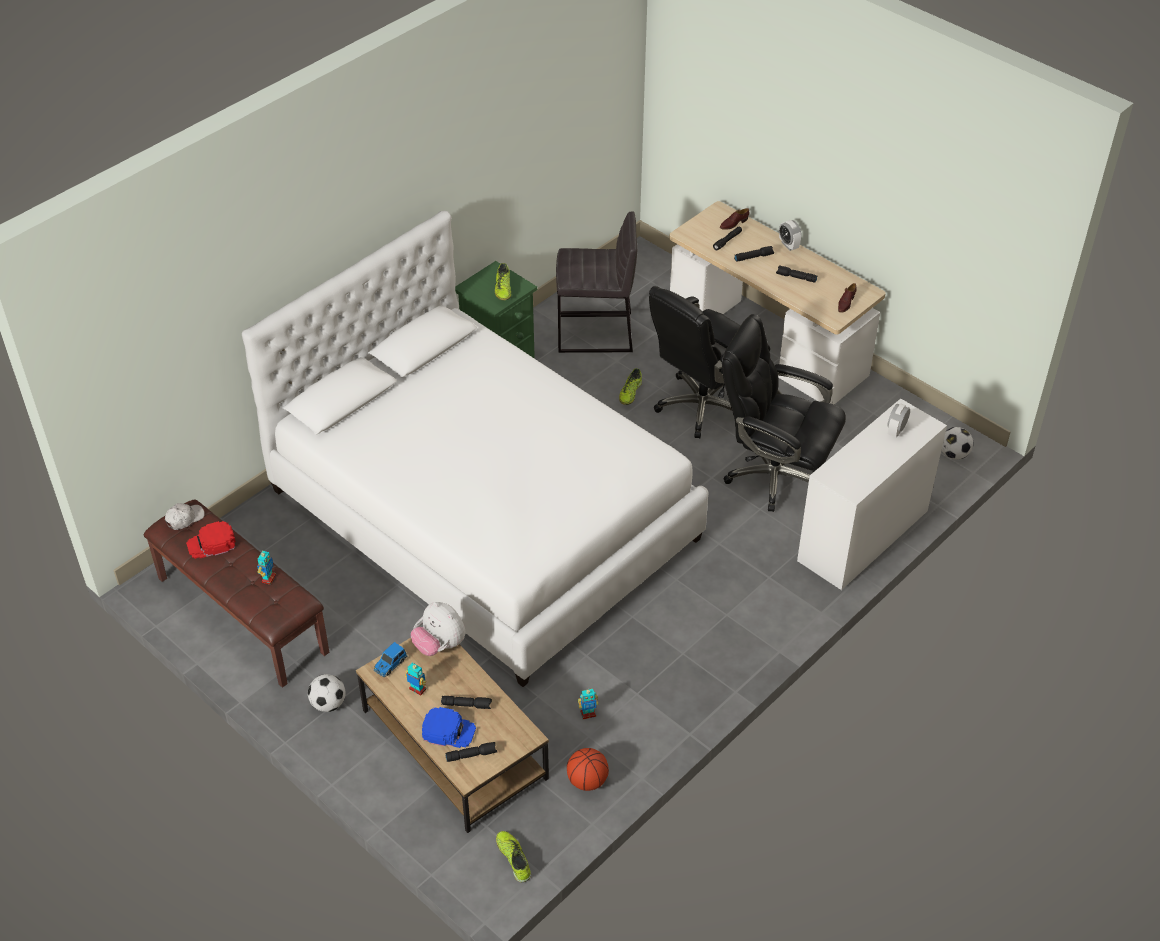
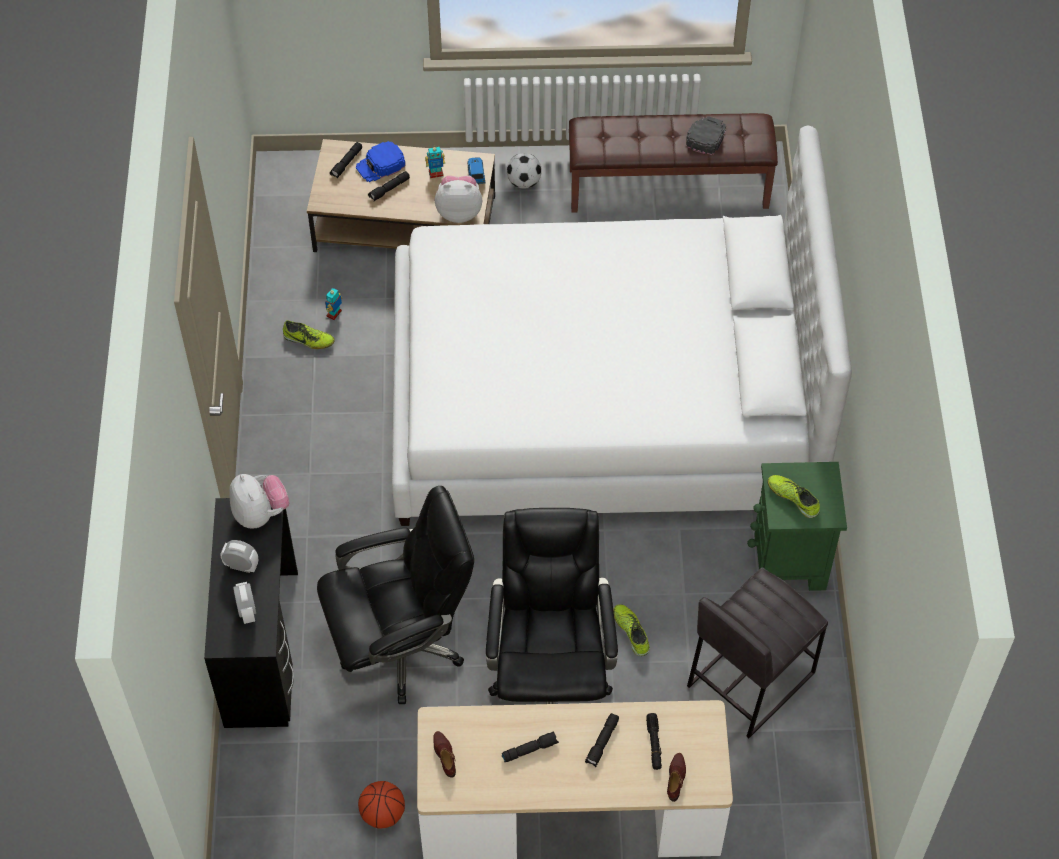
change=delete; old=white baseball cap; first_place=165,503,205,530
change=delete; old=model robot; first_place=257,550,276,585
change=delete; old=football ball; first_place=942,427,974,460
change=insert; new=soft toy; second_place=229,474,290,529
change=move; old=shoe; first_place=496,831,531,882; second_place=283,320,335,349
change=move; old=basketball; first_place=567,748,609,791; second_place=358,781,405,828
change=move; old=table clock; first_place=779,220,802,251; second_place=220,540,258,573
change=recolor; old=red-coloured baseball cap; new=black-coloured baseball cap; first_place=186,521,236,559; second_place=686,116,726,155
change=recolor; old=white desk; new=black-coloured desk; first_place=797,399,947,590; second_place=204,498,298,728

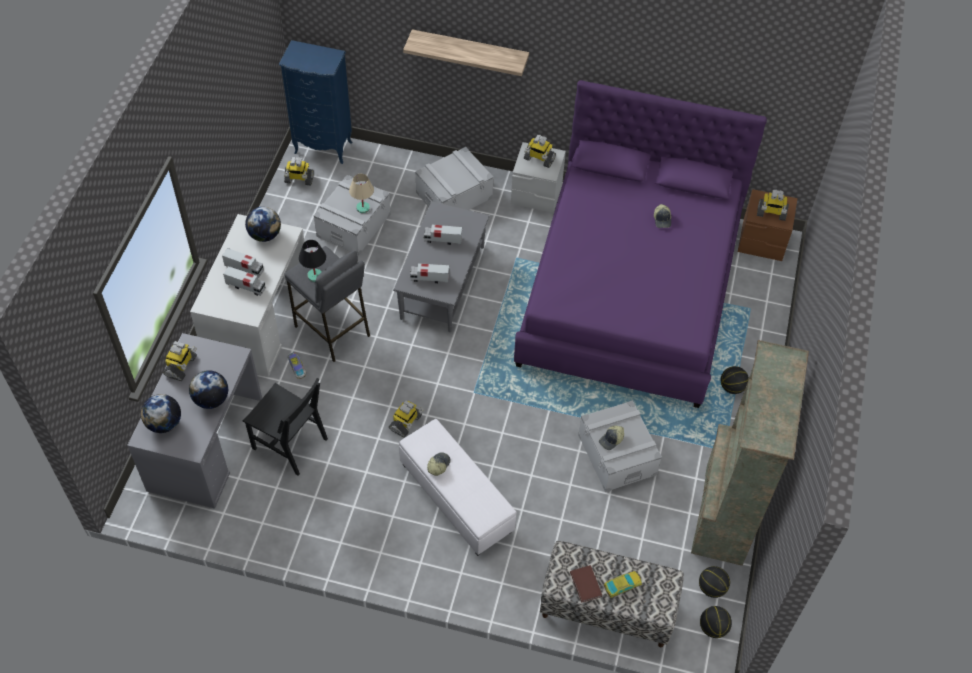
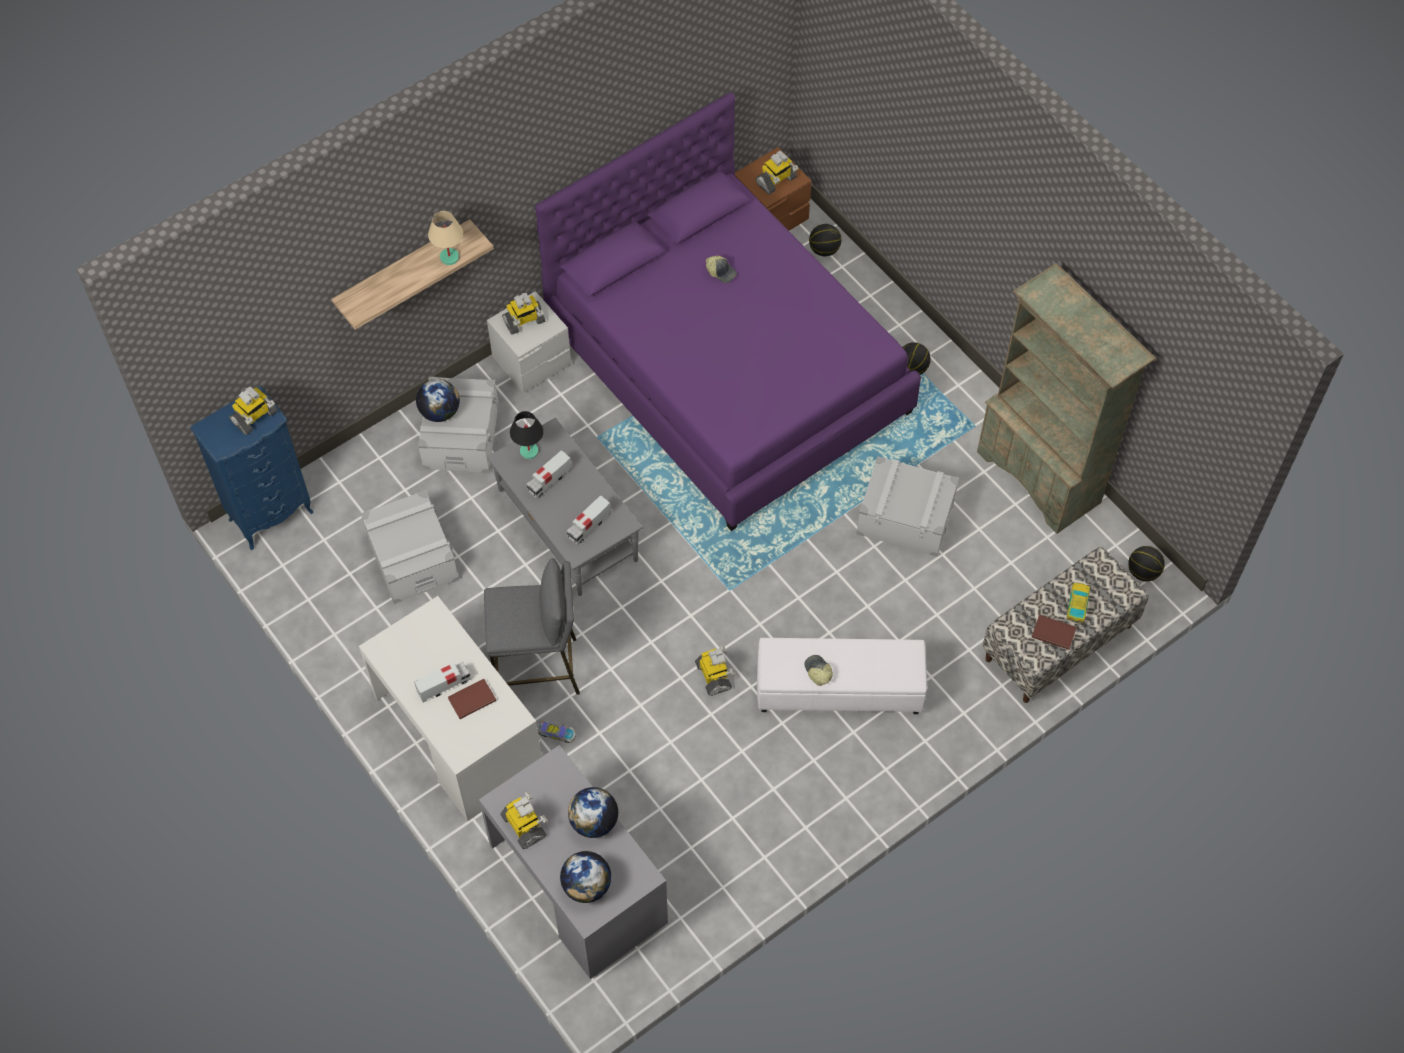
change=delete; old=black-coloured upright chair; first_place=243,378,328,475
change=delete; old=baseball cap; first_place=599,426,624,450
change=move; old=world globe; first_place=245,207,281,242; second_place=416,379,460,422
change=move; old=model robot; first_place=284,157,314,186; second_place=229,386,278,435
change=move; old=black-coloured table lamp; first_place=299,240,326,282; second_place=510,411,544,459
change=move; old=sand-coloured table lamp; first_place=349,174,374,213; second_place=428,211,463,265
change=move; old=basketball; first_place=699,566,730,598; second_place=809,224,842,256
change=replace; old=toy lorry; new=brownish volume; first_place=223,266,266,296; second_place=448,679,496,719

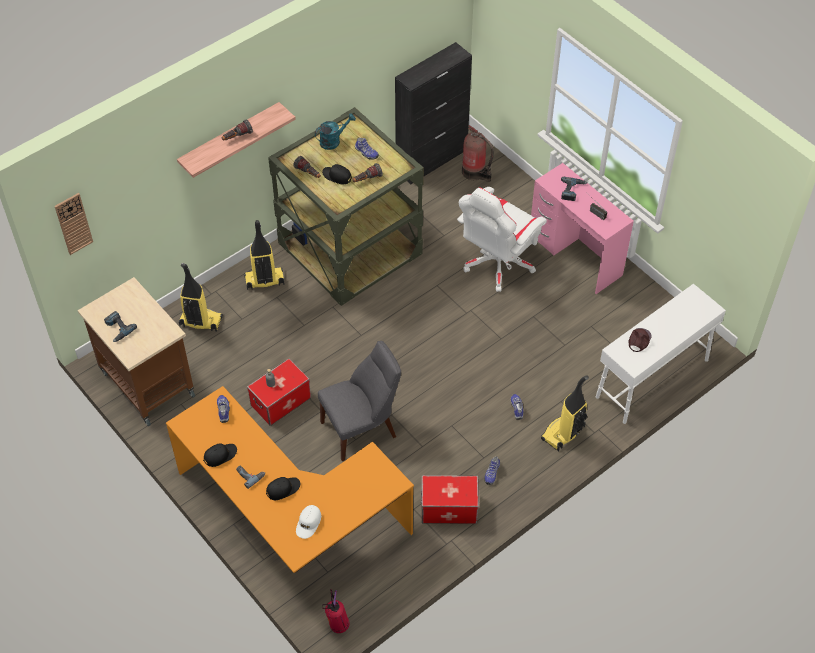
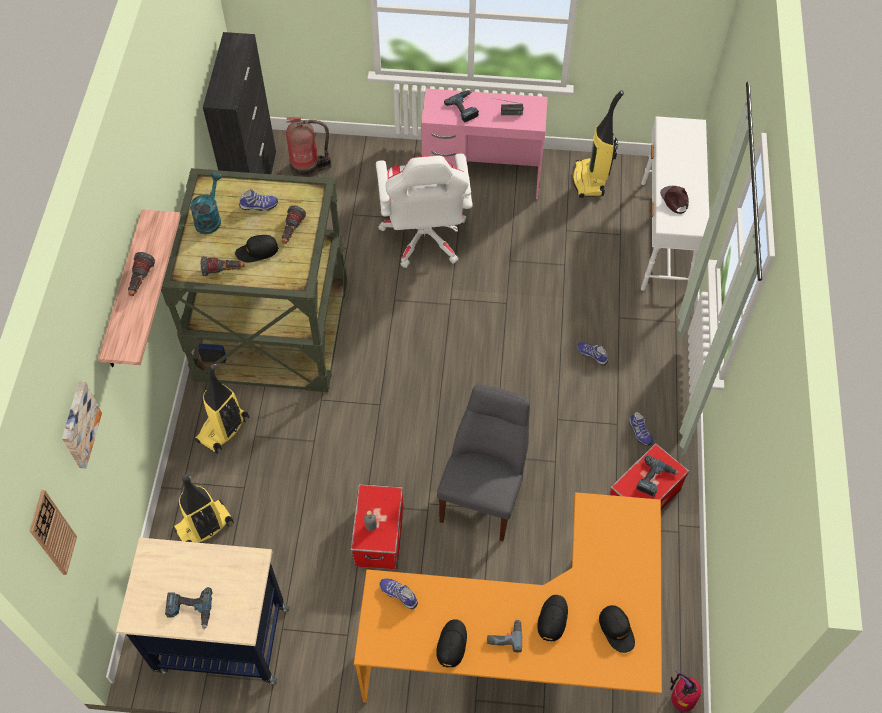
change=insert; new=wall art; second_place=62,381,102,468
change=insert; new=power drill; second_place=636,456,679,497
change=move; old=hoover; first_place=541,375,589,451; second_place=573,90,624,198
change=recolor; old=brownish trolley; new=blue trolley; first_place=78,277,195,426; second_place=116,537,289,684
change=recolor; old=white baseball cap; new=black-coloured baseball cap; first_place=296,505,321,539; second_place=599,605,635,653

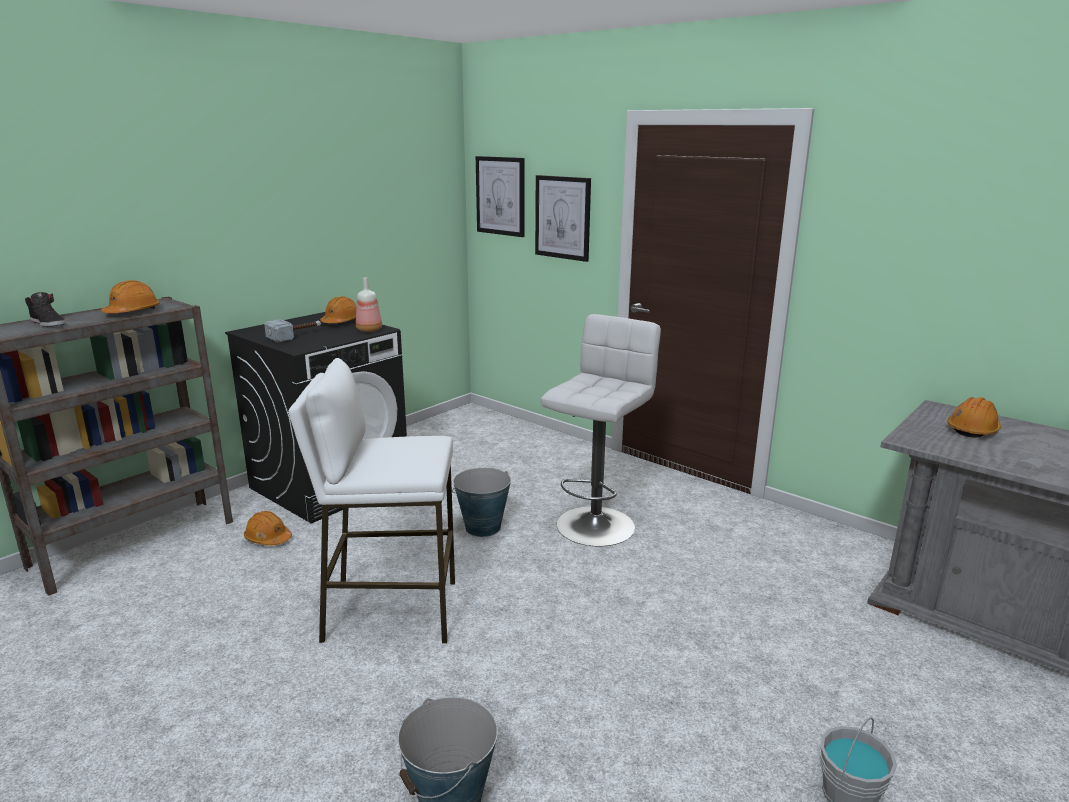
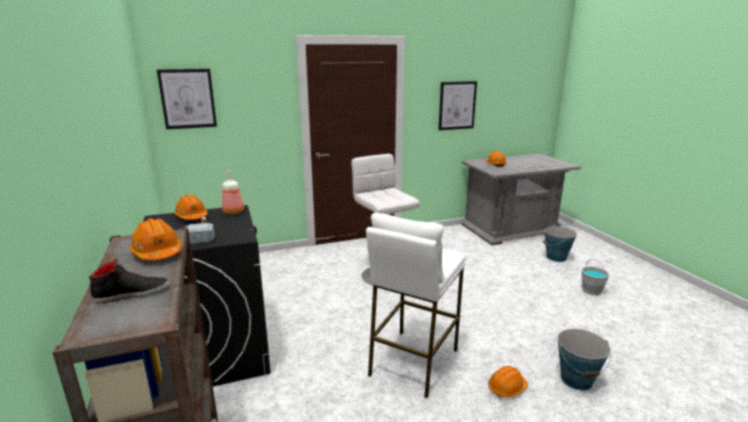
change=move; old=orange hard hat; first_place=244,511,292,546; second_place=488,366,528,397
change=move; old=bucket; first_place=452,468,511,537; second_place=543,225,577,262
change=move; old=wall art; first_place=535,175,591,262; second_place=439,81,477,130

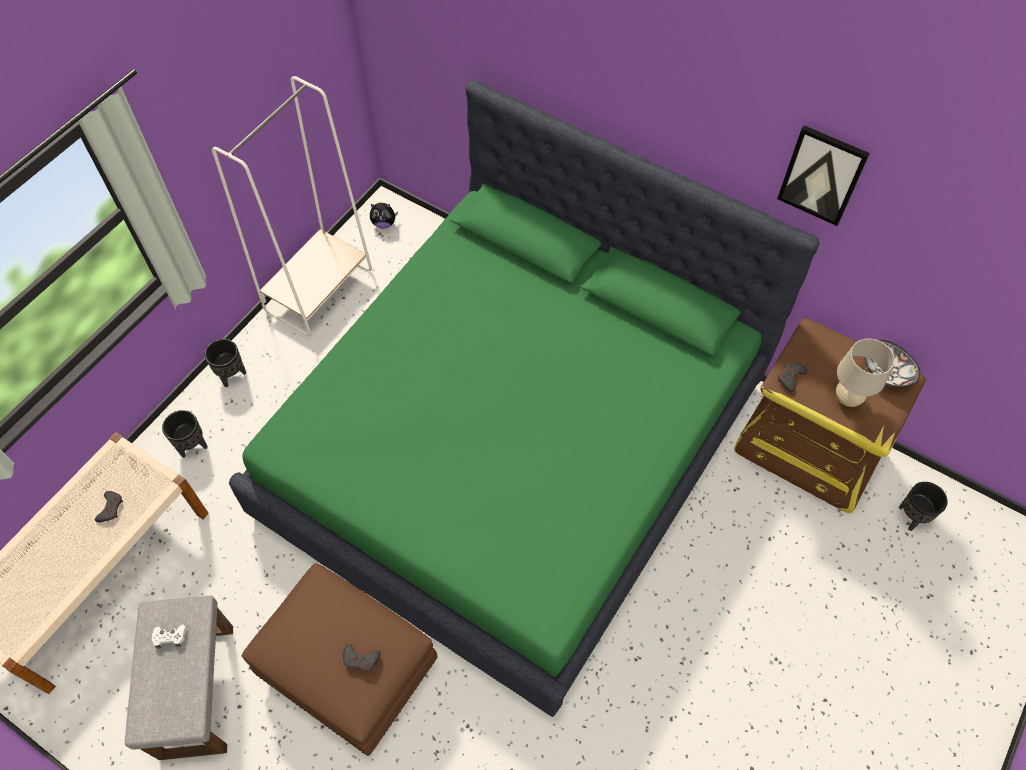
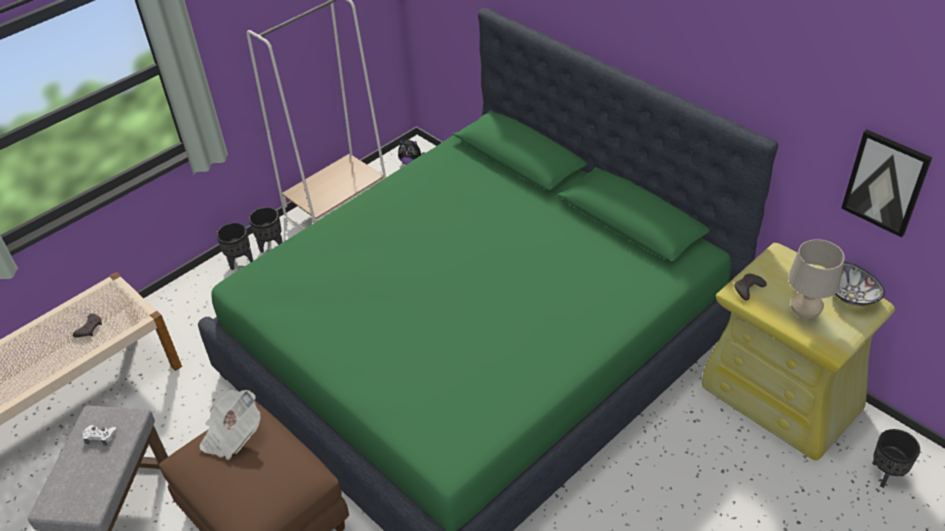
change=delete; old=grey joypad; first_place=343,644,380,672
change=insert; new=newspaper; second_place=199,390,261,460
change=move; old=black-coloured plant pot; first_place=162,410,207,458; second_place=249,207,283,253
change=move; old=wall art; first_place=777,125,870,226; second_place=841,130,932,237
change=recolor; old=brownish night table; new=yellow night table; first_place=734,318,926,513; second_place=702,243,895,460

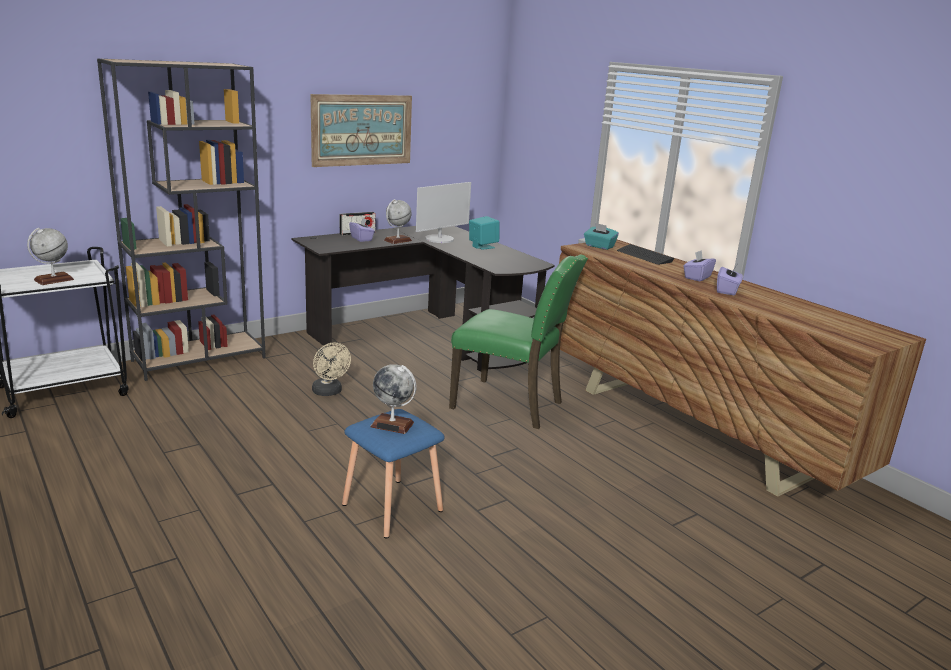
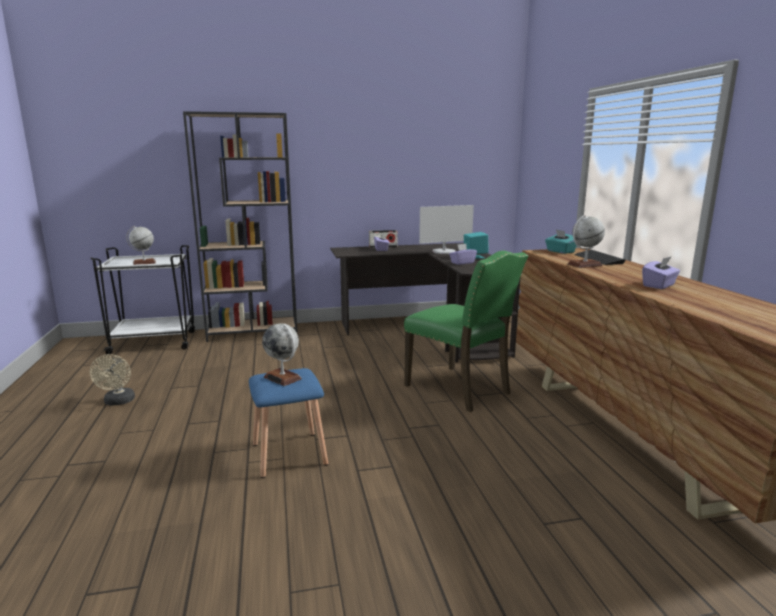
change=delete; old=wall art; first_place=310,94,412,167
change=move; old=sand-coloured fan; first_place=312,342,351,396; second_place=90,354,135,405
change=move; old=world globe; first_place=384,199,412,244; second_place=567,215,605,268
change=move; old=purplish tissue holder; first_place=683,250,716,281; second_place=449,244,477,265

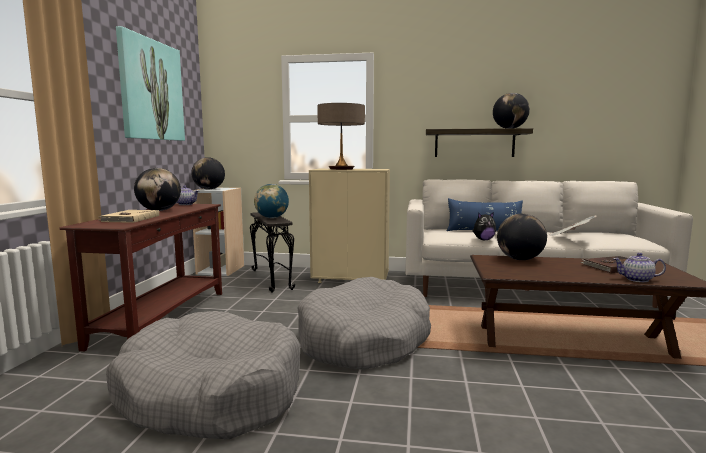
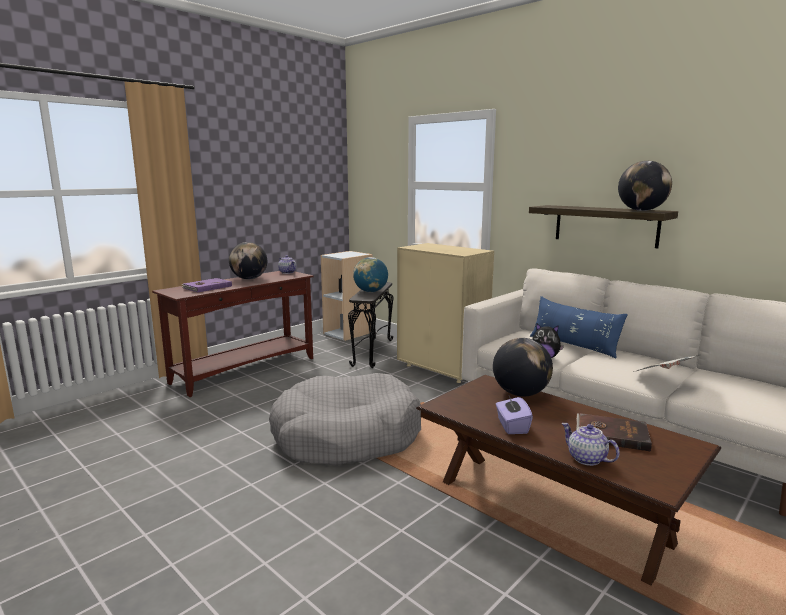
change=delete; old=grey pet bed; first_place=106,311,300,439
change=delete; old=wall art; first_place=116,26,185,141
change=delete; old=world globe; first_place=191,157,225,189
change=delete; old=table lamp; first_place=317,103,365,170
change=insert; new=purplish tissue holder; second_place=496,396,533,434
change=recolor; old=sand-coloured volume; new=purplish volume; first_place=100,210,159,223; second_place=181,278,232,292

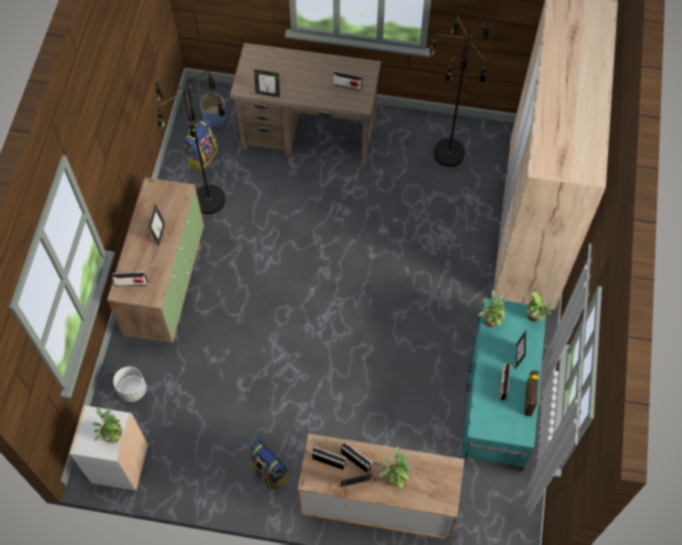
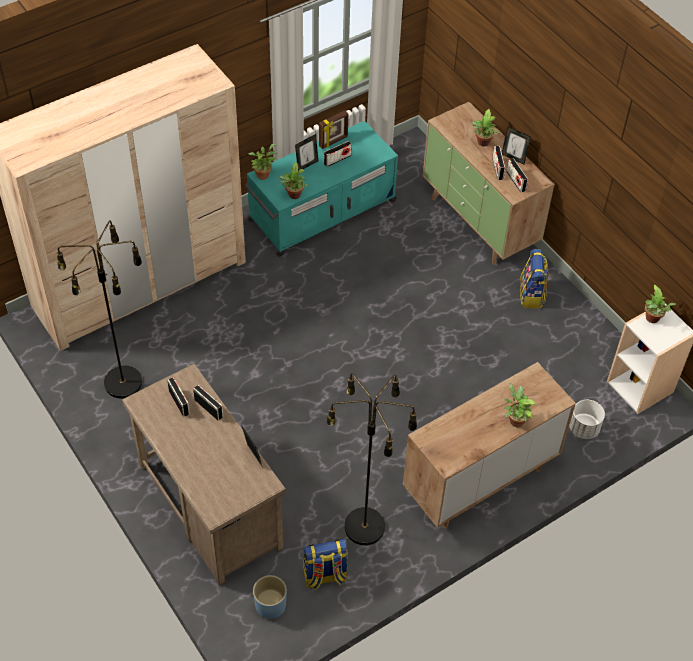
change=delete; old=photo frame; first_place=148,204,165,246
change=insert; new=plant in a pot; second_place=504,383,537,428
change=move; old=radio receiver; first_place=112,272,148,287; second_place=193,384,223,420

